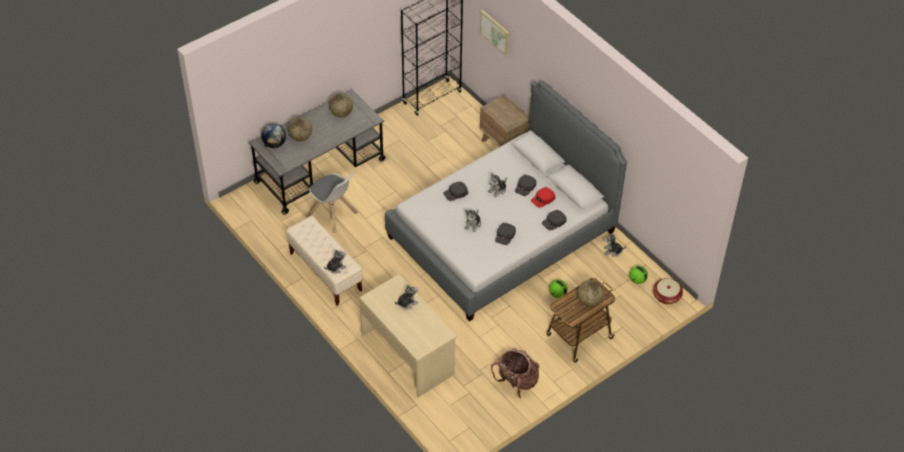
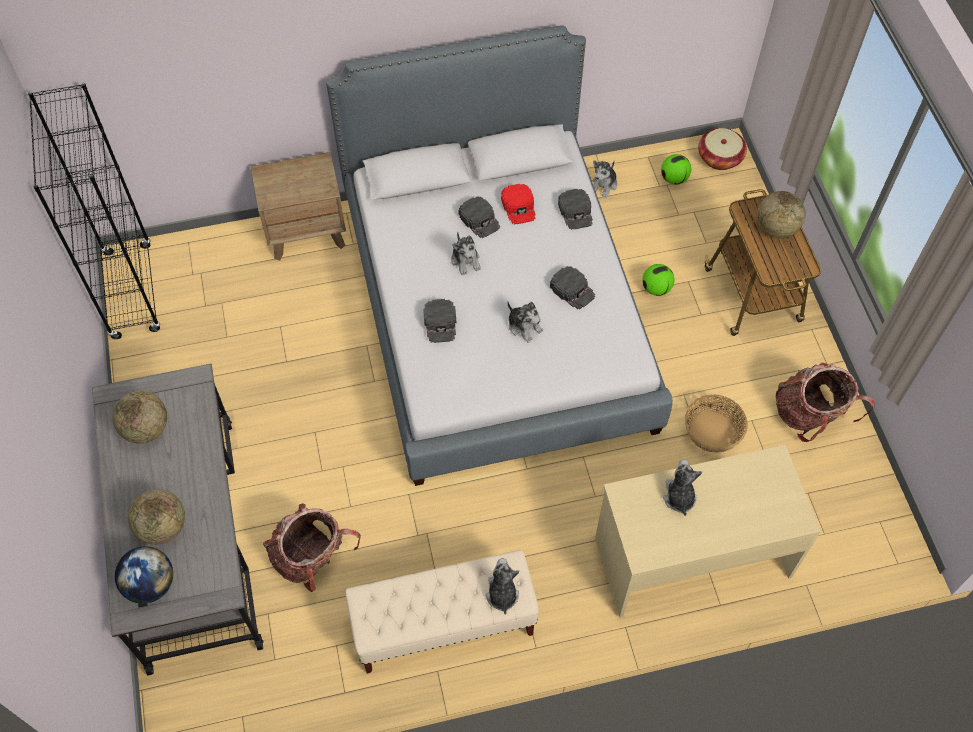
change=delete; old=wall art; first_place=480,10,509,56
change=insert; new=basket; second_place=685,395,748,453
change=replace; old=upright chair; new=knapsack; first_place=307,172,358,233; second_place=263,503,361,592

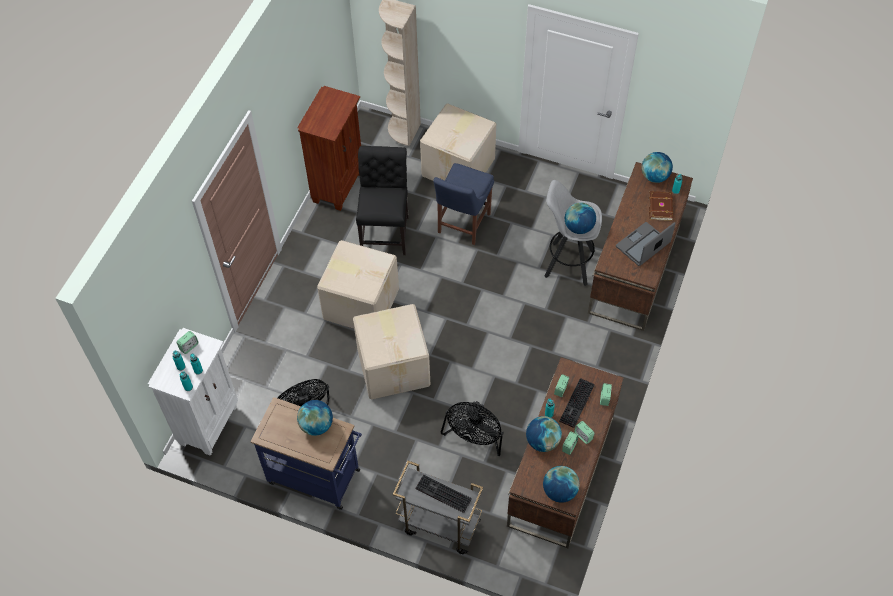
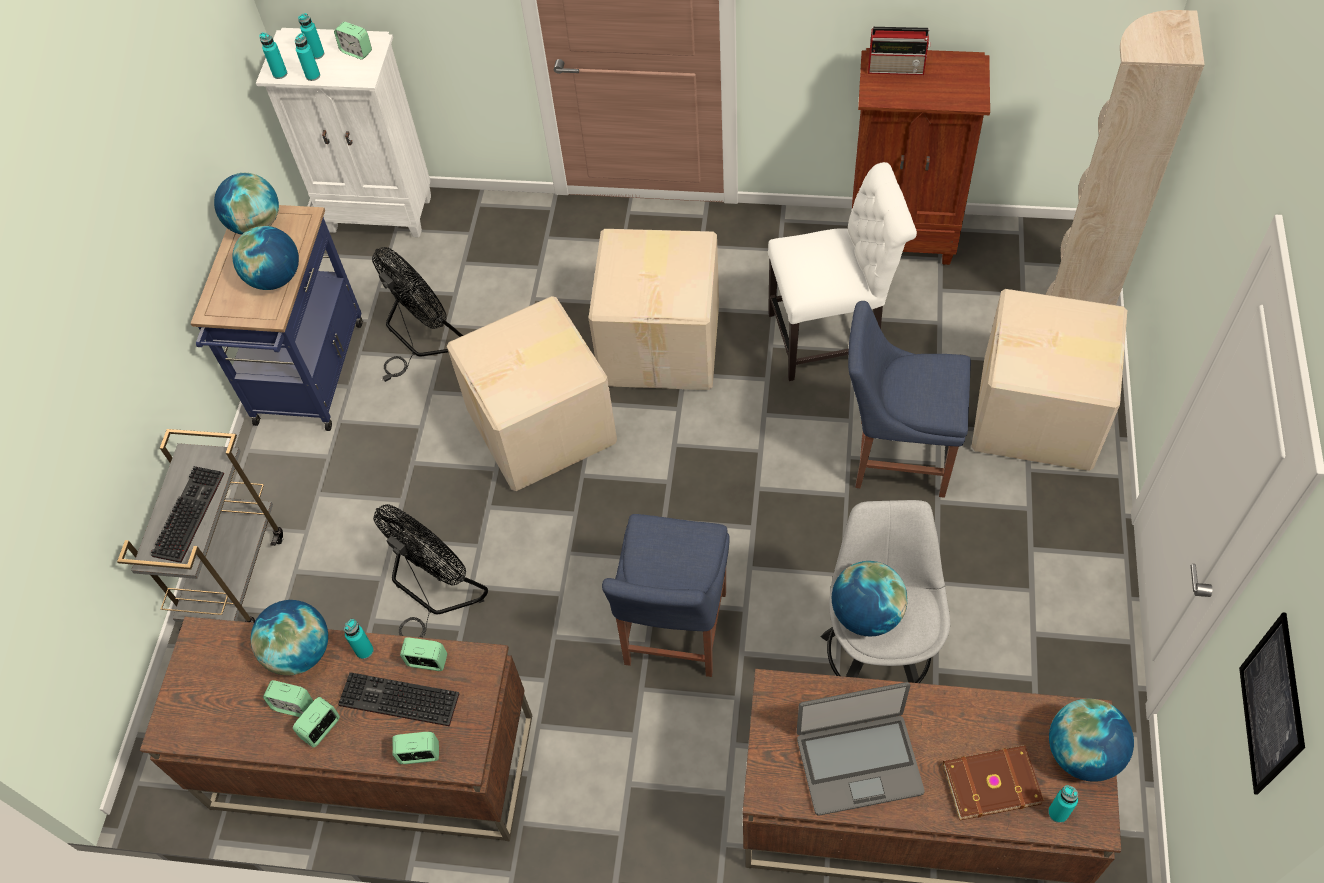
change=insert; new=blue upright chair; second_place=602,514,730,677
change=insert; new=radio receiver; second_place=868,27,930,75
change=insert; new=wall art; second_place=1239,613,1305,795
change=move; old=world globe; first_place=543,466,580,503; second_place=214,173,279,235
change=recolor; old=black-coloured upright chair; new=white upright chair; first_place=356,146,409,255; second_place=768,162,917,381
change=rotate; old=black-coloured fan; first_place=441,401,504,456; second_place=373,504,488,638; degrees=120
change=rotate; old=laptop; first_place=616,222,676,266; second_place=797,682,925,816; degrees=135

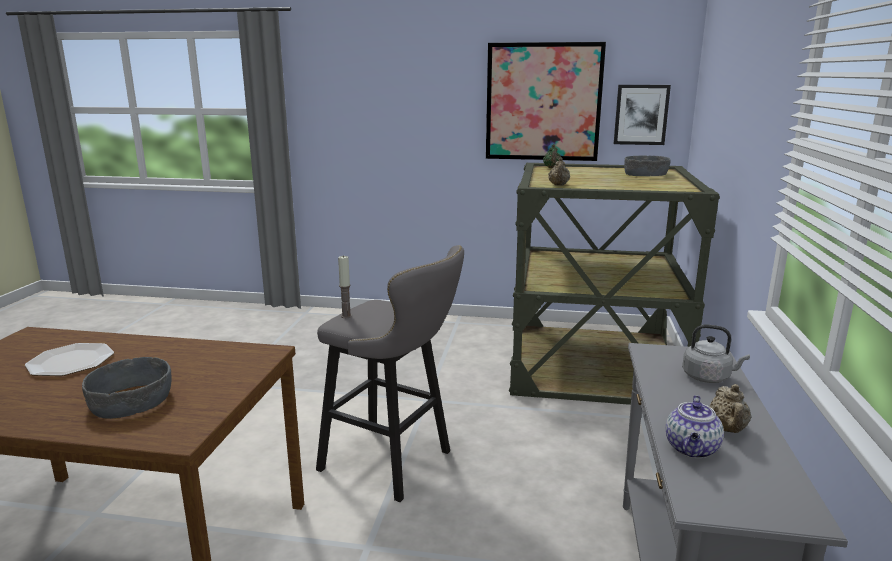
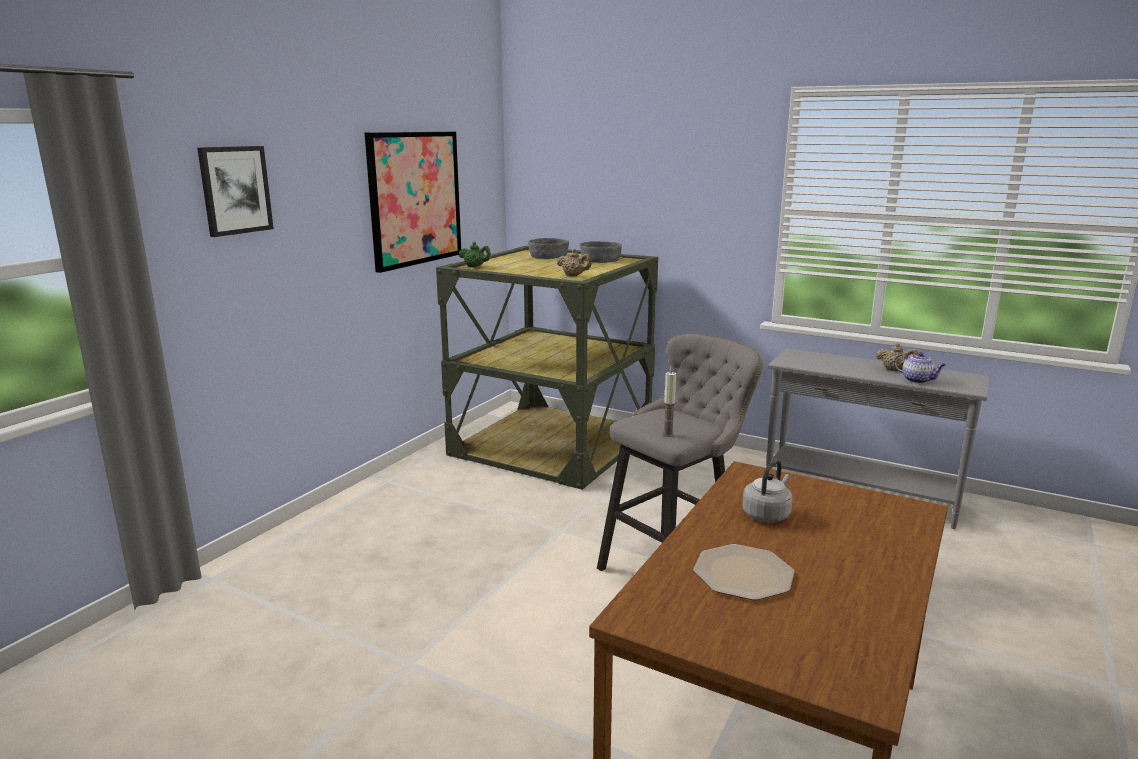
change=move; old=grey deep dish; first_place=82,357,172,419; second_place=580,241,622,263
change=move; old=wall art; first_place=614,85,671,145; second_place=197,146,274,237
change=move; old=grey kettle; first_place=682,324,750,383; second_place=742,460,793,522

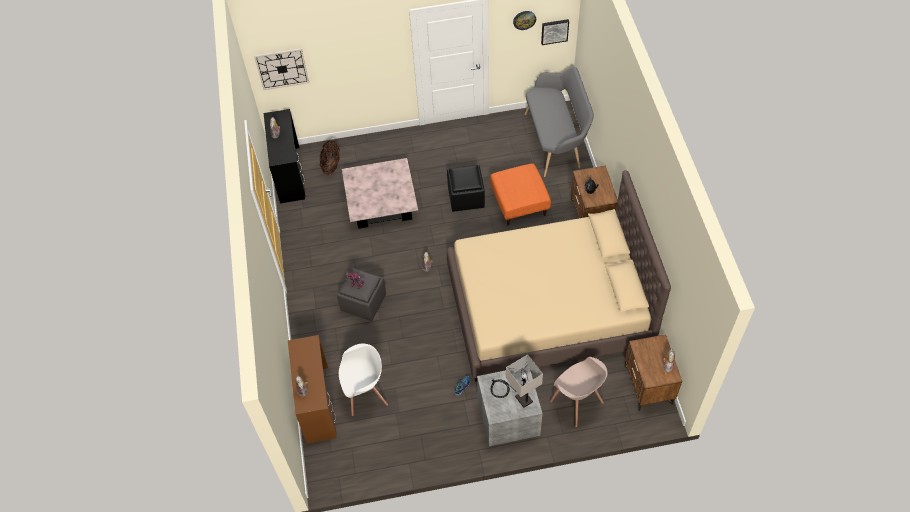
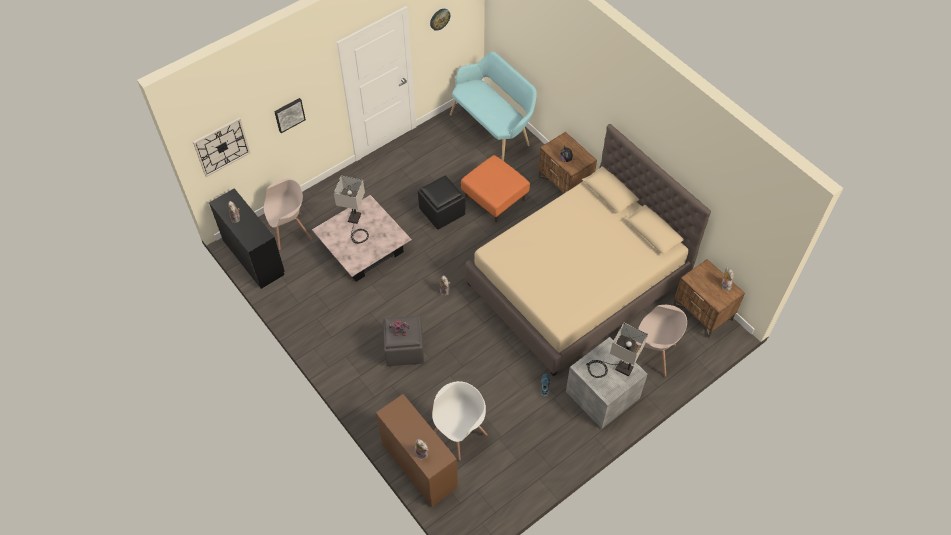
change=insert; new=table lamp; second_place=334,176,369,244
change=move; old=wall art; first_place=541,19,569,45; second_place=274,98,306,133
change=replace; old=basket; new=sand-coloured upright chair; first_place=320,140,340,175; second_place=264,179,312,250
change=recolor; old=grey indoor bench; new=turquoise indoor bench; first_place=525,67,594,177; second_place=450,51,537,161

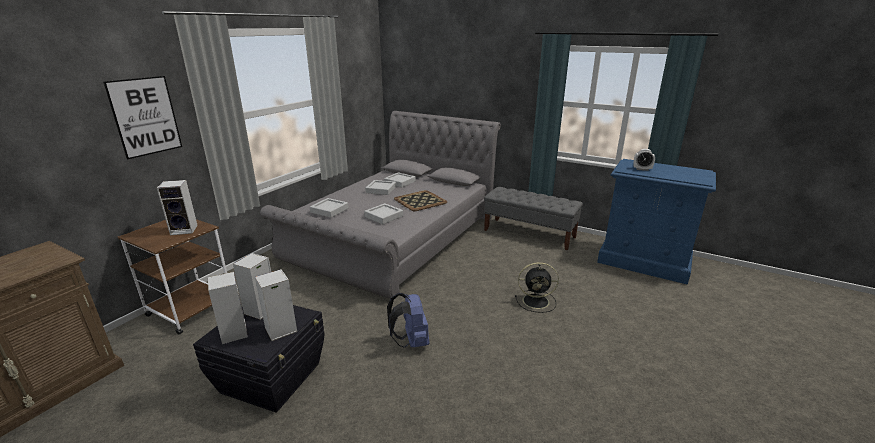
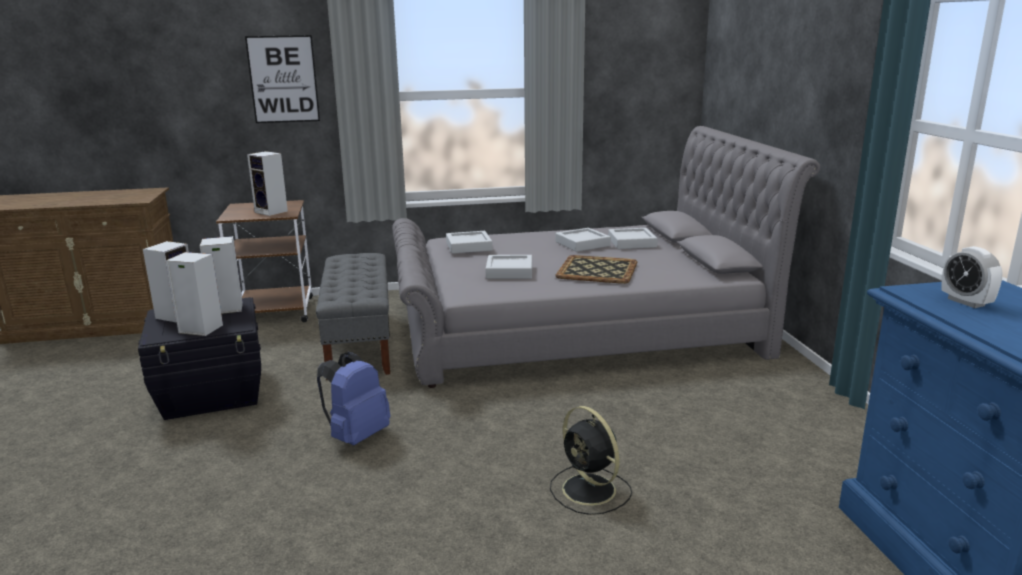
change=move; old=grey indoor bench; first_place=484,187,583,250; second_place=316,253,390,380

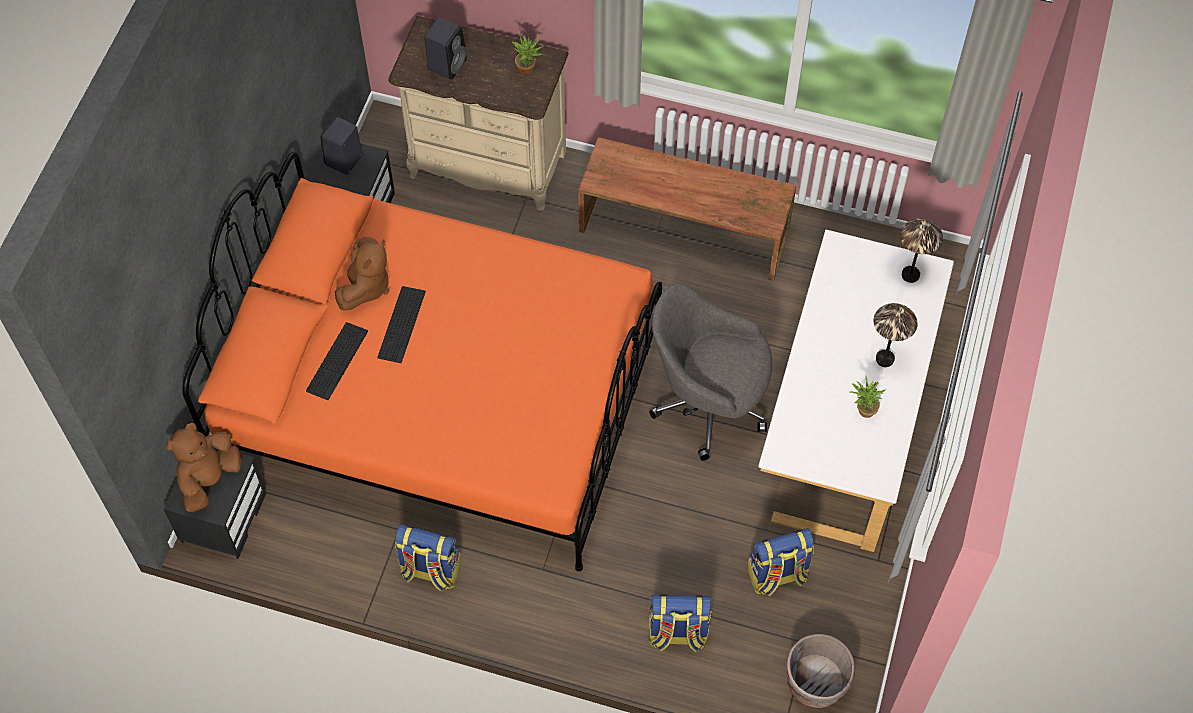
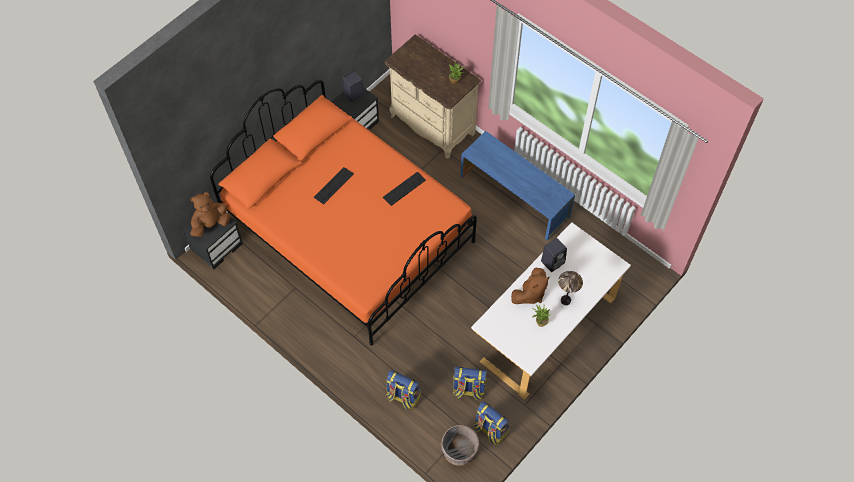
change=delete; old=grey computer chair; first_place=649,283,772,461
change=delete; old=table lamp; first_place=900,218,943,283
change=move; old=PC keyboard; first_place=306,322,368,400; second_place=383,172,426,206
change=move; old=brownish soft toy; first_place=335,237,390,311; second_place=511,268,550,304
change=move; old=knapsack; first_place=395,524,461,591; second_place=474,401,509,445
change=move; old=black-coloured loudspeaker; first_place=424,17,467,80; second_place=541,238,567,272
change=recolor; old=brownish indoor bench; new=blue indoor bench; first_place=578,137,797,281; second_place=460,131,575,241

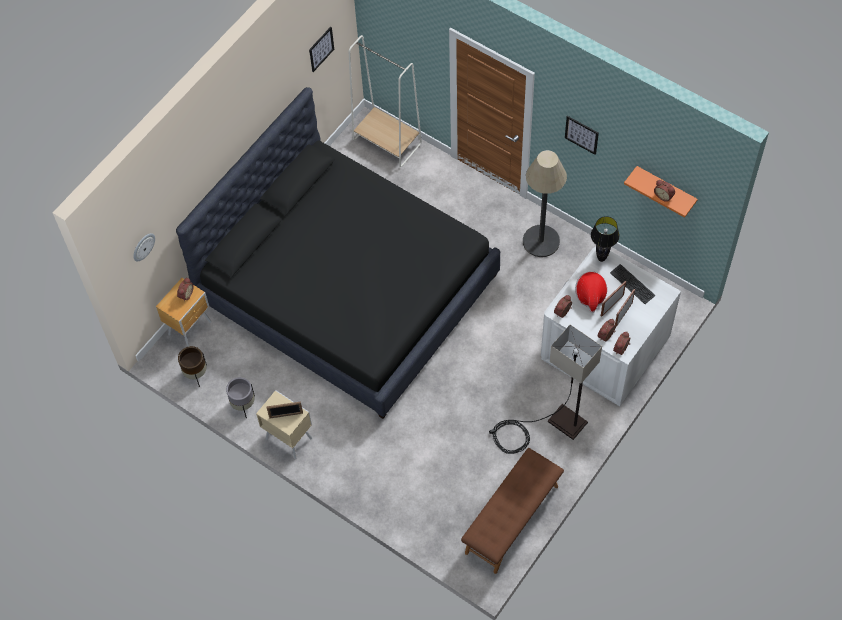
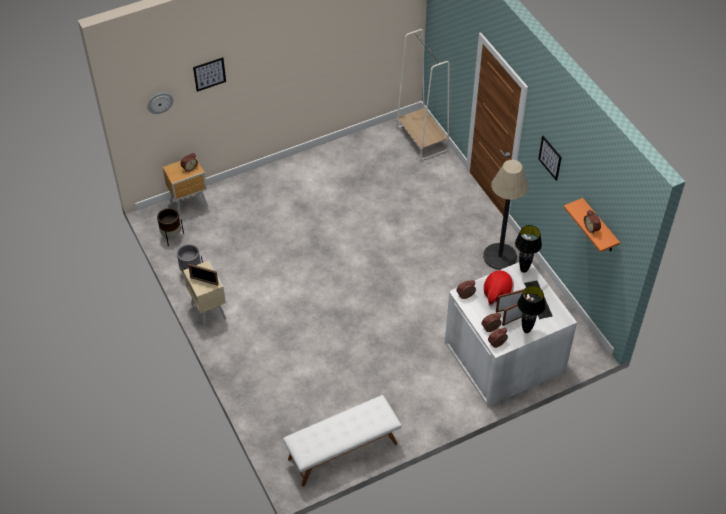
change=delete; old=black-coloured sleeping bed; first_place=176,87,500,419
change=delete; old=standing lamp; first_place=489,325,602,454
change=insert; new=black-coloured table lamp; second_place=517,286,545,333
change=move; old=wall art; first_place=309,27,334,72; second_place=193,57,226,92
change=recolor; old=brownish indoor bench; new=white indoor bench; first_place=461,448,564,574; second_place=283,395,402,487

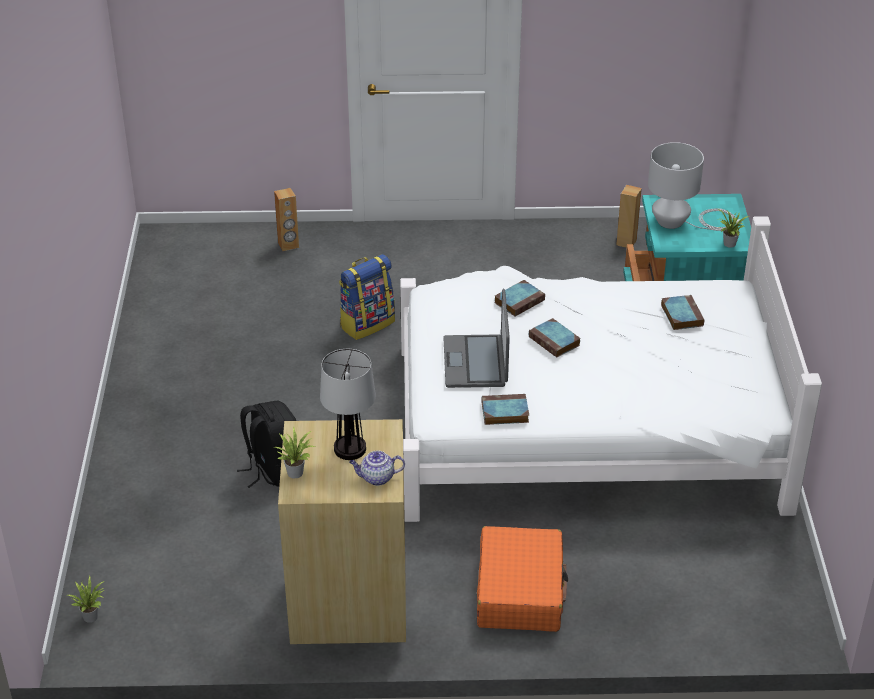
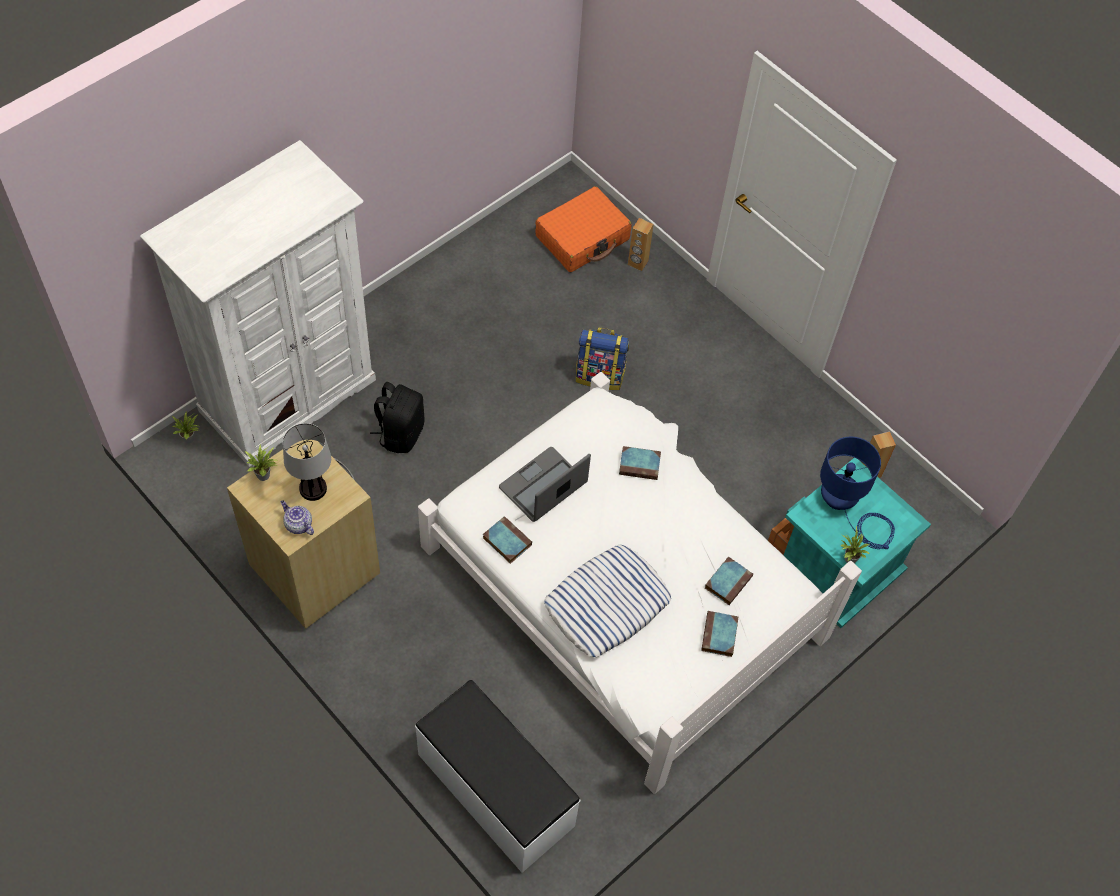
change=insert; new=white wardrobe; second_place=140,140,376,467
change=insert; new=white indoor bench; second_place=415,680,581,873
change=insert; new=throw pillow; second_place=544,545,671,657
change=move; old=orange piece of luggage; first_place=477,526,568,632; second_place=535,186,631,272
change=move; old=volume; first_place=529,318,581,358; second_place=701,611,738,657
change=recolor; old=grey table lamp; new=blue table lamp; first_place=648,142,741,231; second_place=820,437,895,549

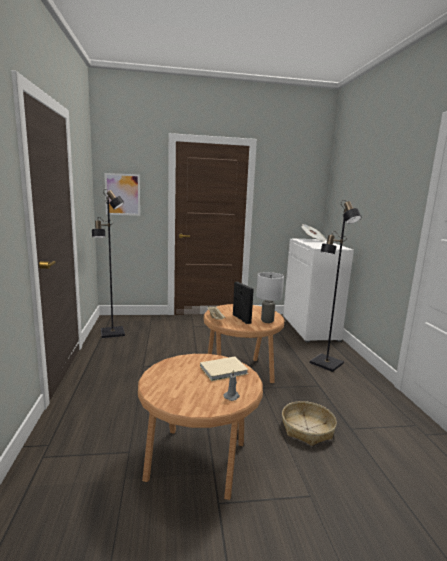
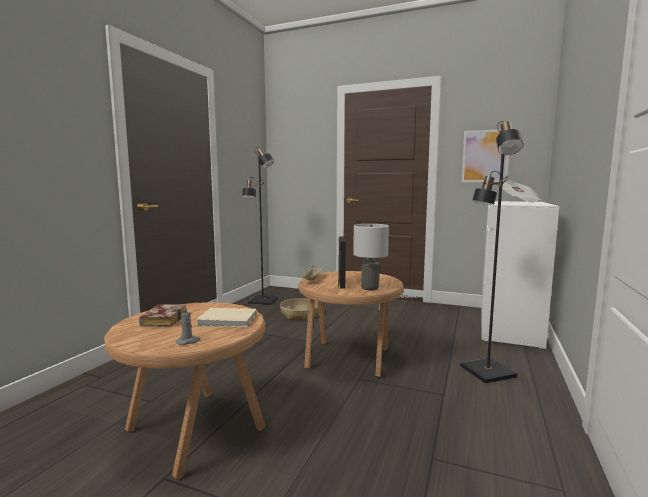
change=insert; new=volume; second_place=139,304,186,327
change=move; old=wall art; first_place=104,173,140,216; second_place=461,129,509,182
change=move; old=basket; first_place=282,401,337,446; second_place=280,298,319,320

